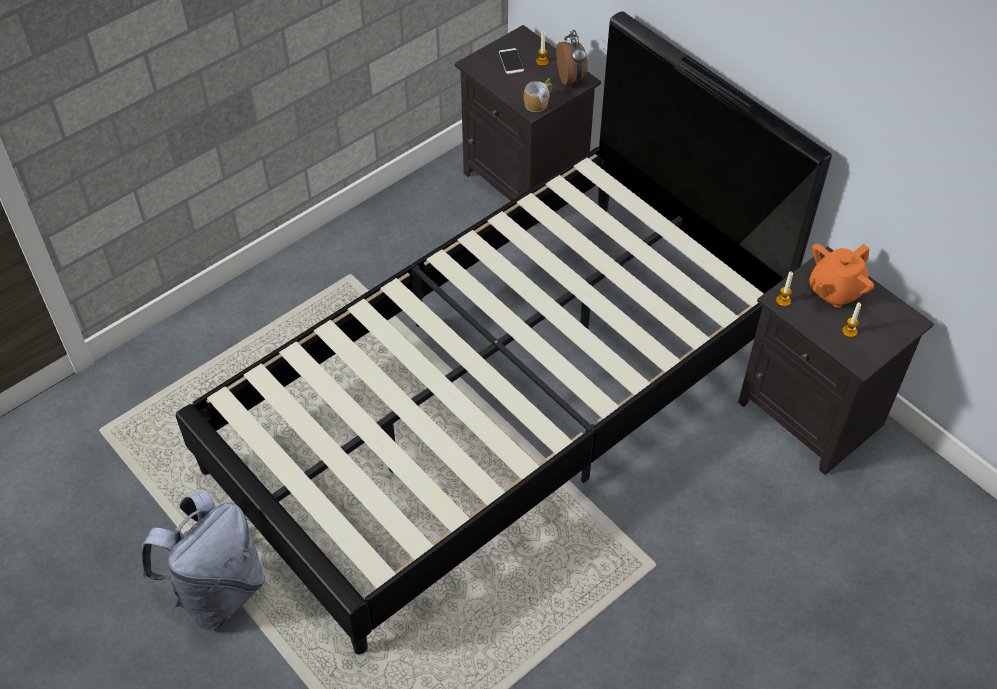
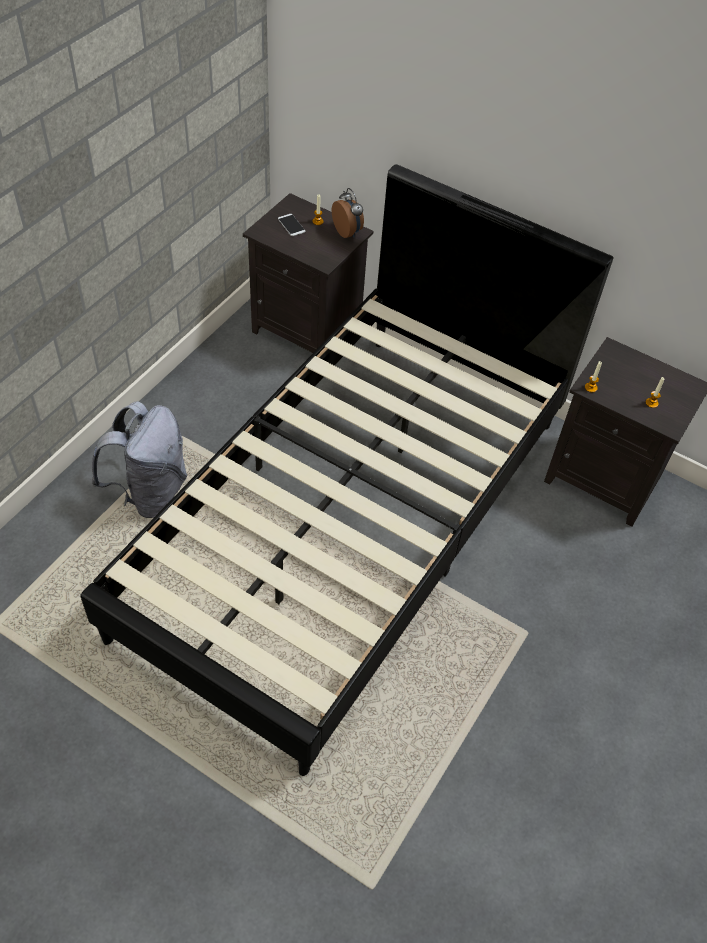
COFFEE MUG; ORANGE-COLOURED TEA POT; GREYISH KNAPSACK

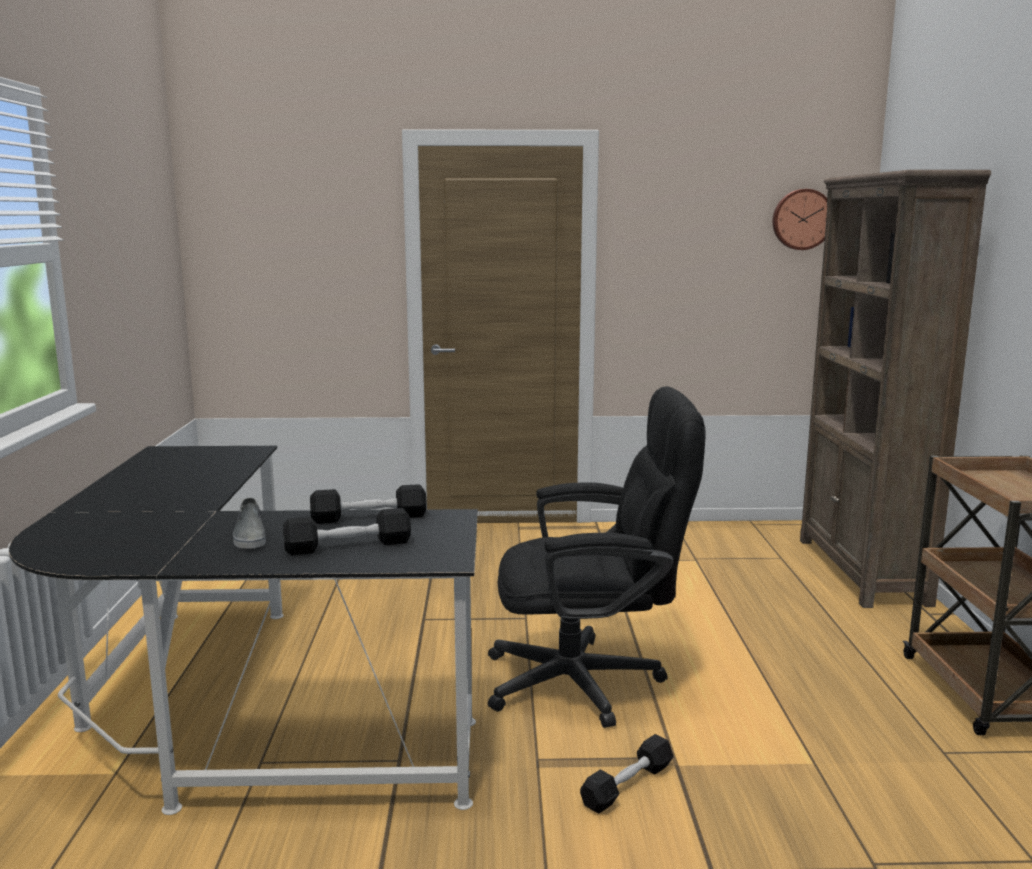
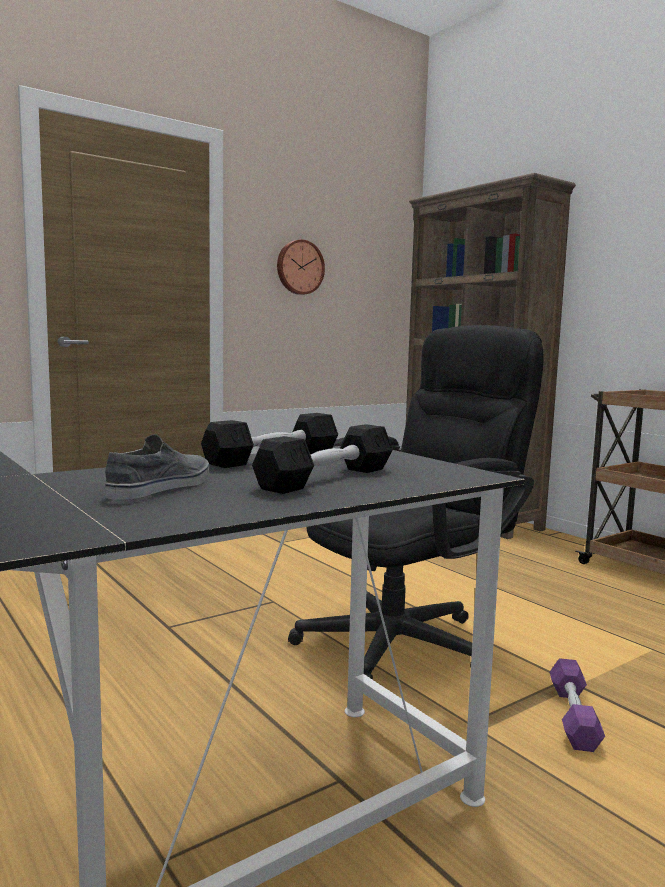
CLOCK ON THE WALL; GREYISH LOW SHOE; PURPLE-COLOURED DUMBBELL

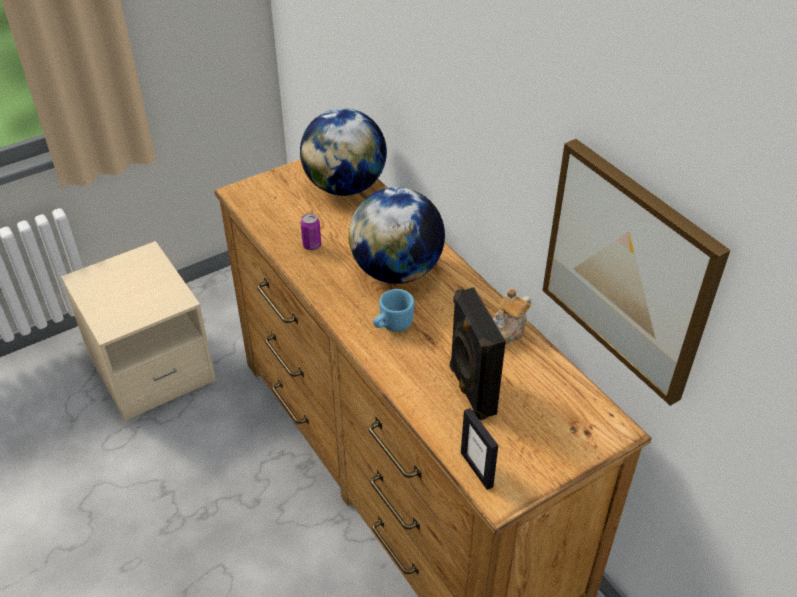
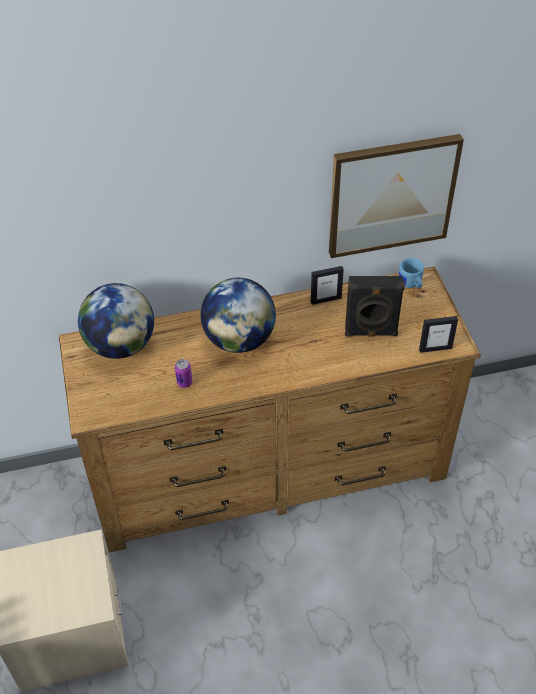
BLUE COFFEE MUG; PHOTO FRAME (1st from left)

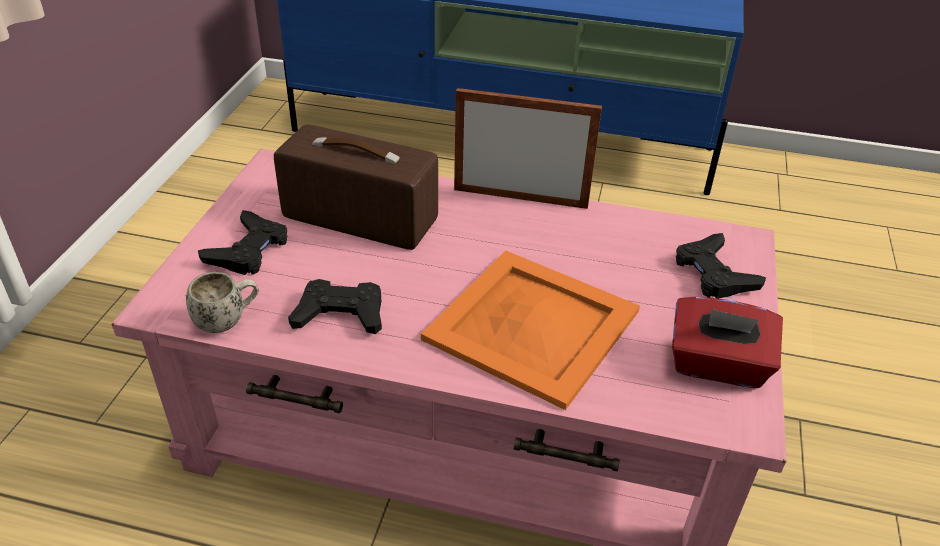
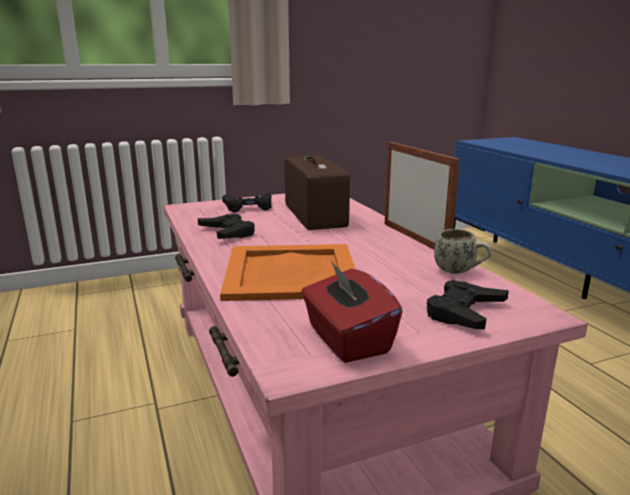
WHITISH COFFEE MUG

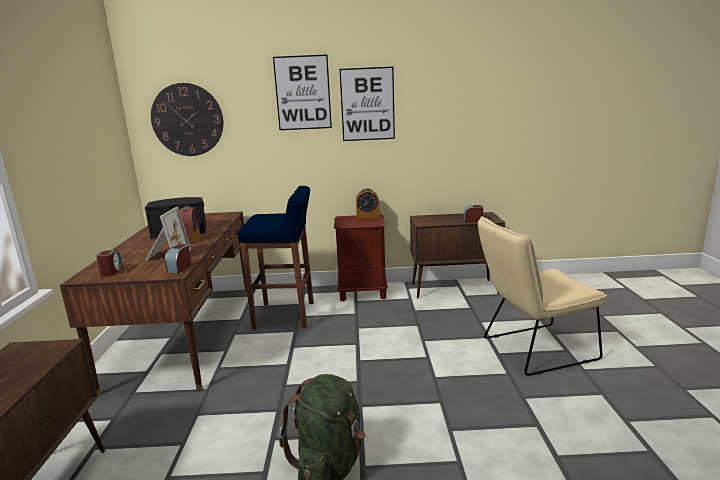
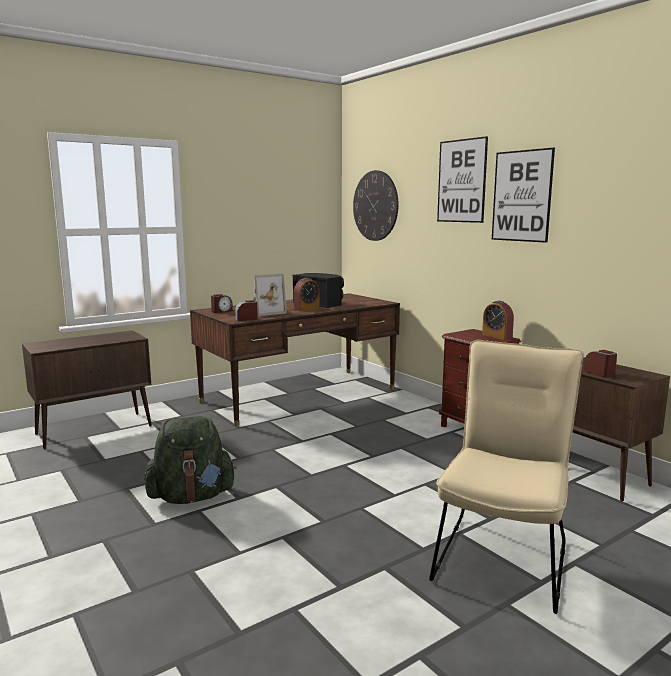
BLUE SITTING STOOL; SAND-COLOURED UPRIGHT CHAIR

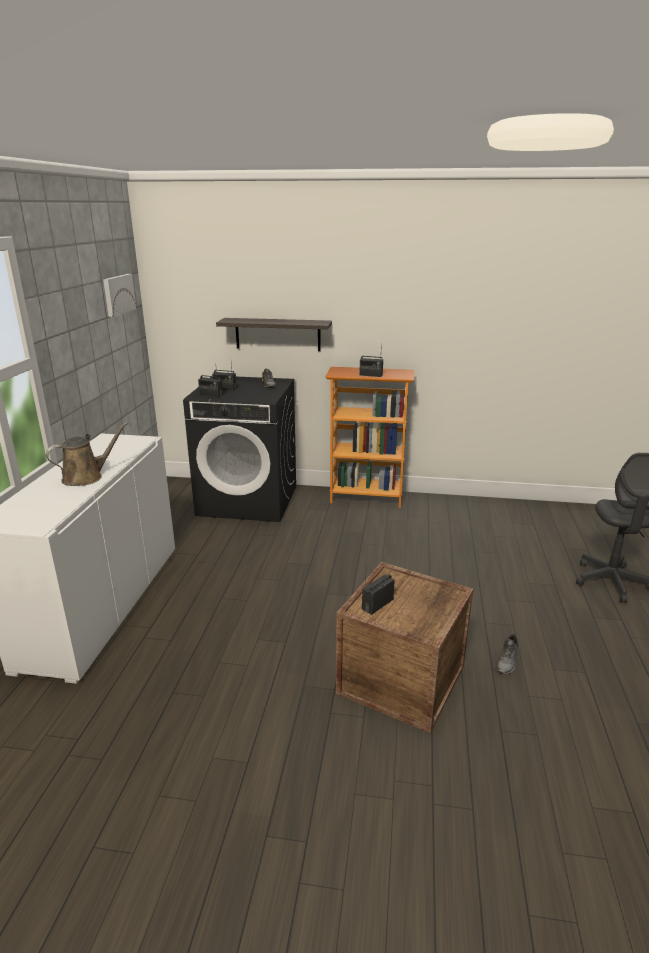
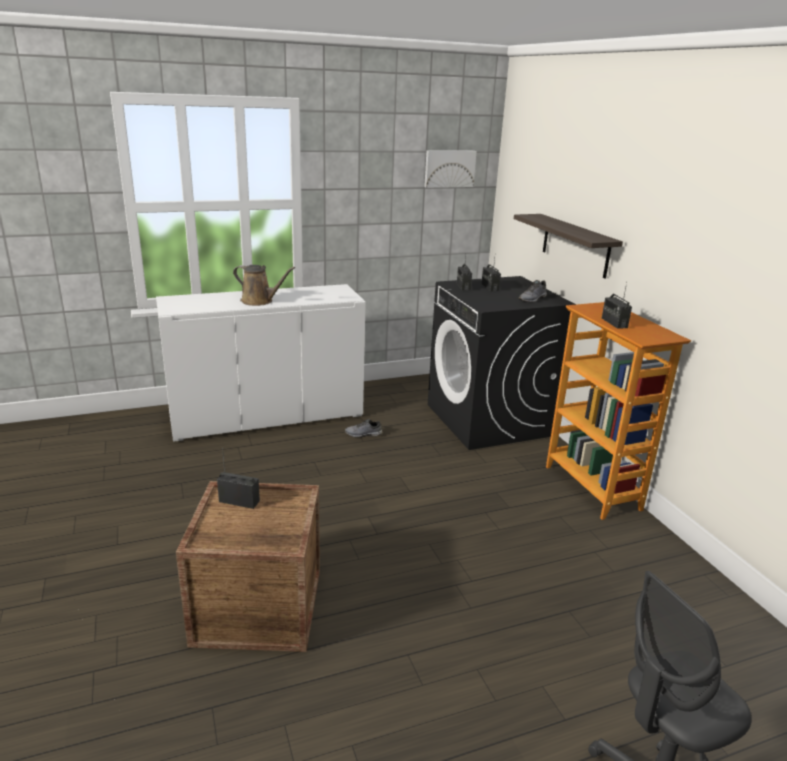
GREYISH LOW SHOE (1st from left)

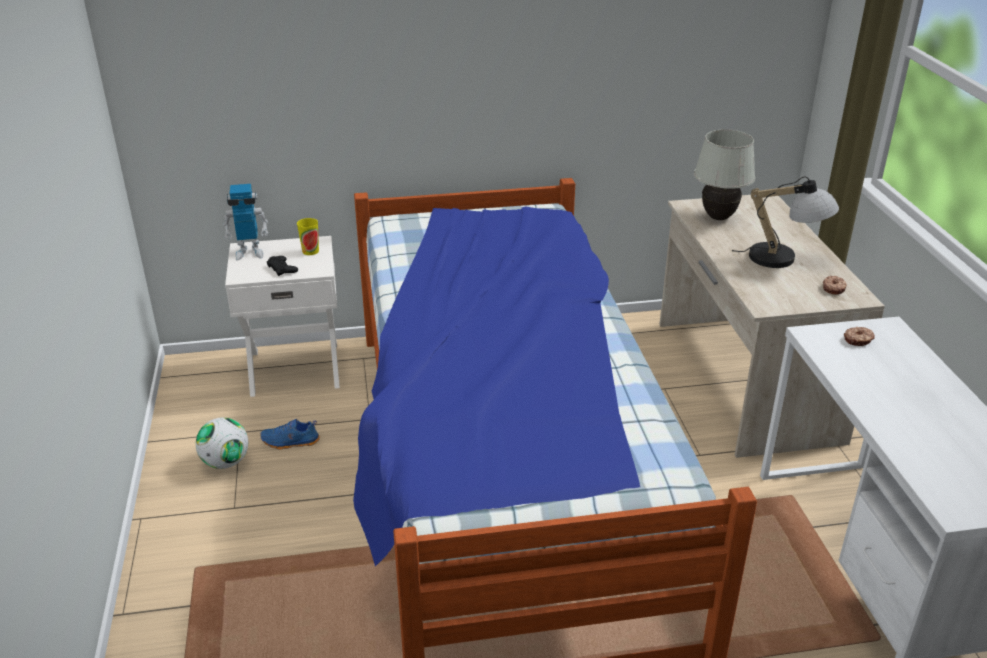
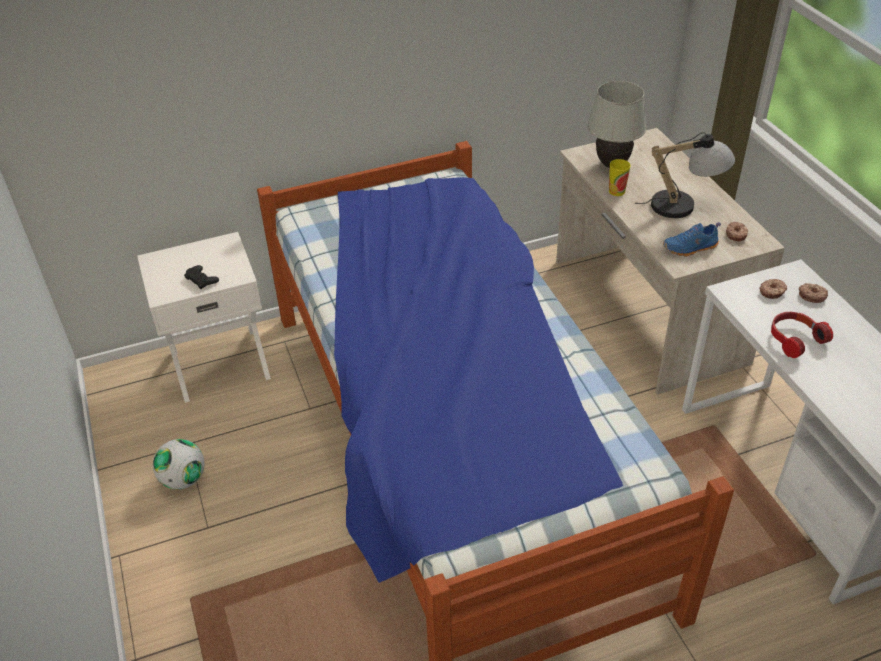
TOY ROBOT; SMALL CUP; BLUE LOW SHOE; RING DOUGHNUT (3rd from left); HEADPHONES

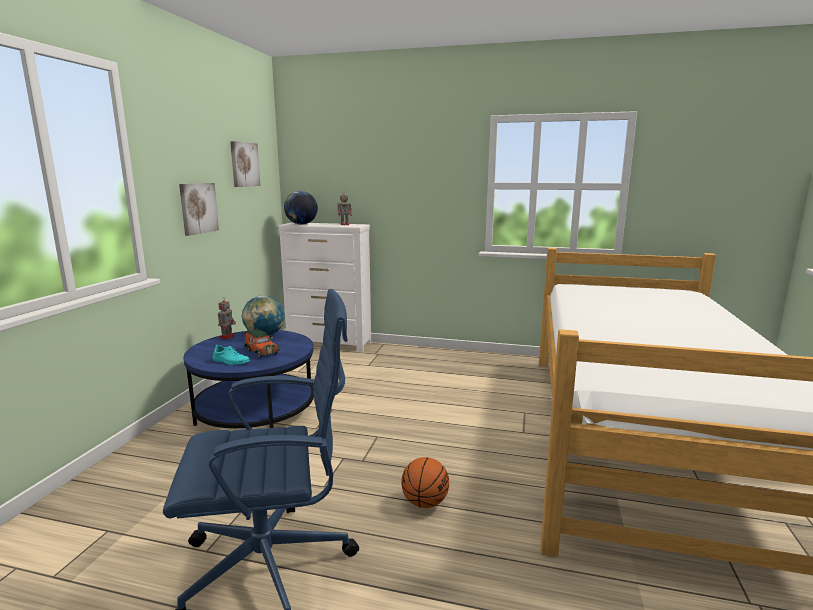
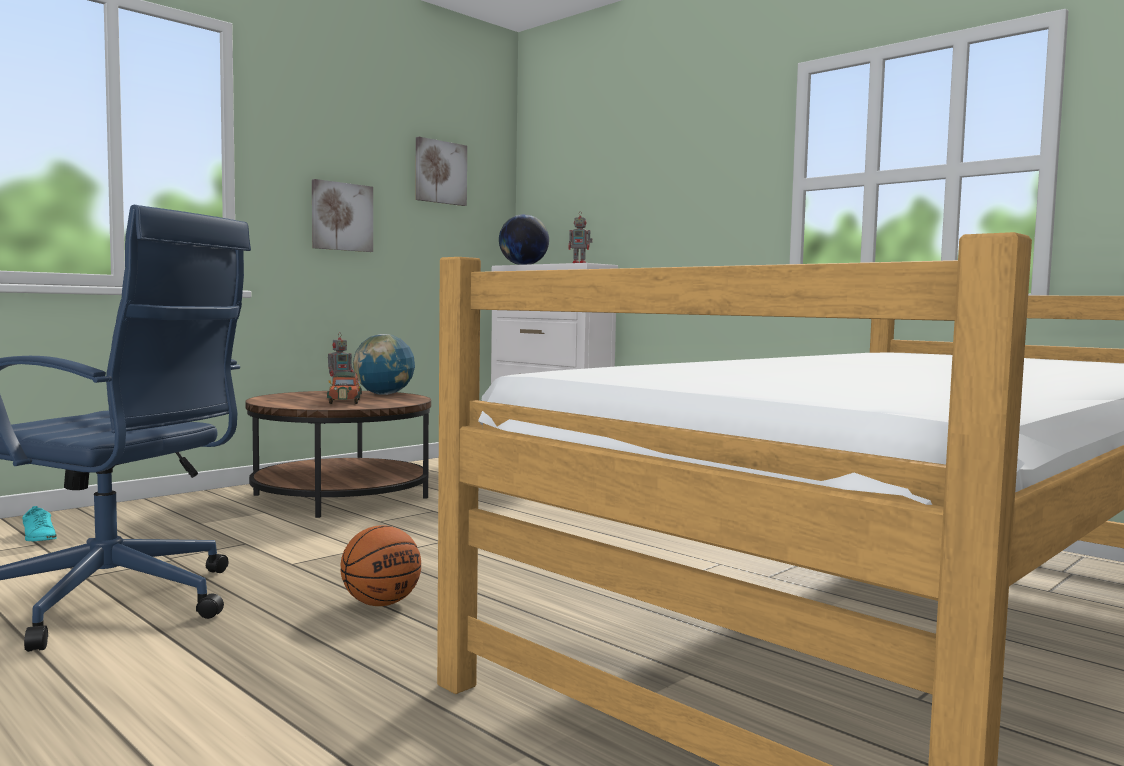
BROWN COFFEE TABLE; TURQUOISE LOW SHOE

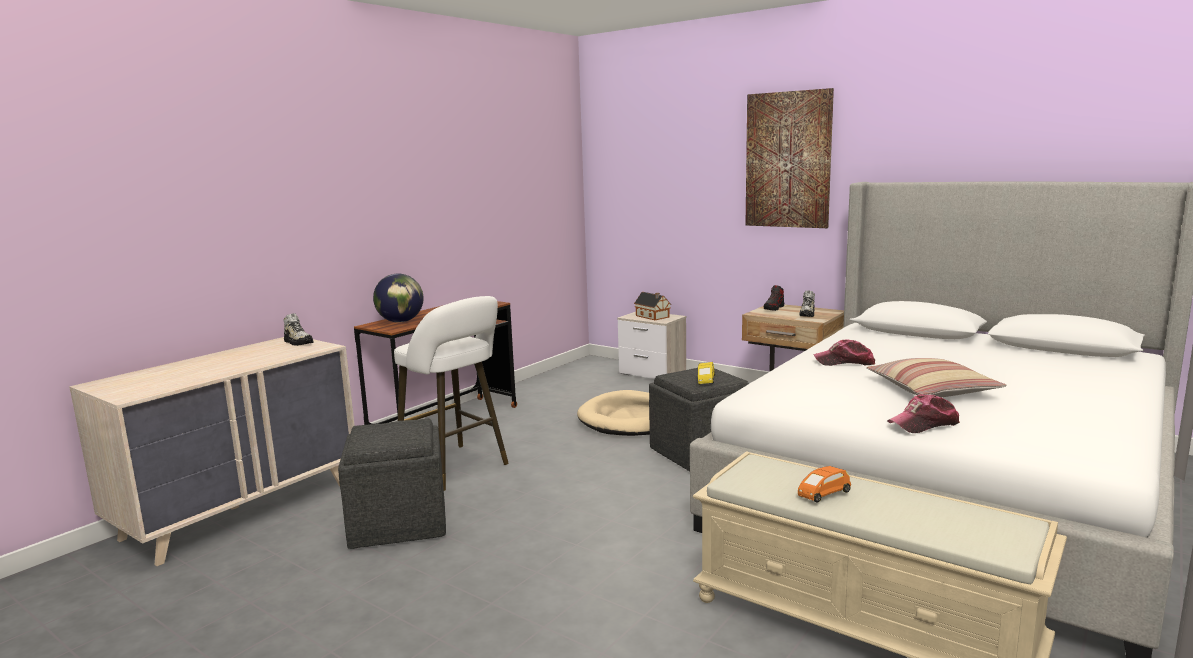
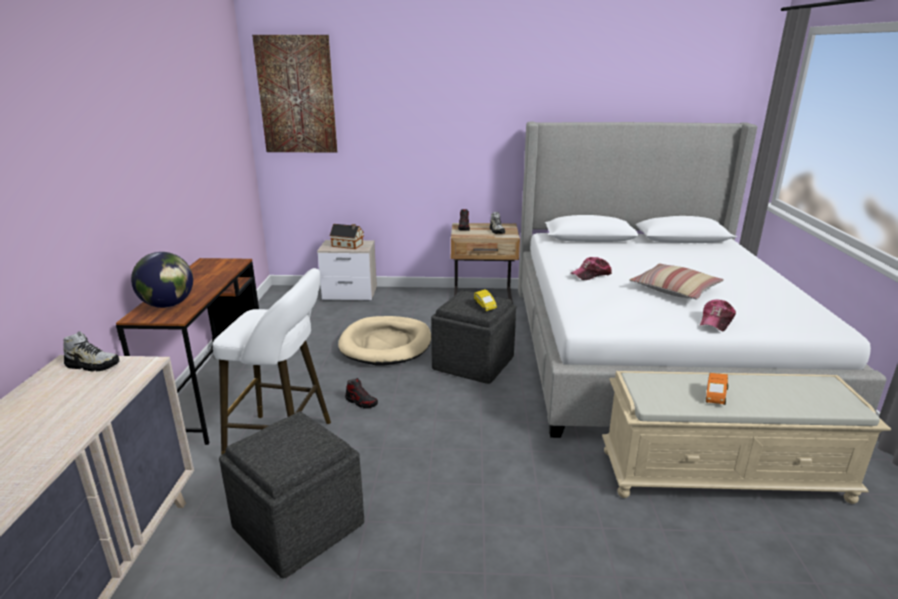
WALL PICTURE; LOW SHOE (2nd from left)

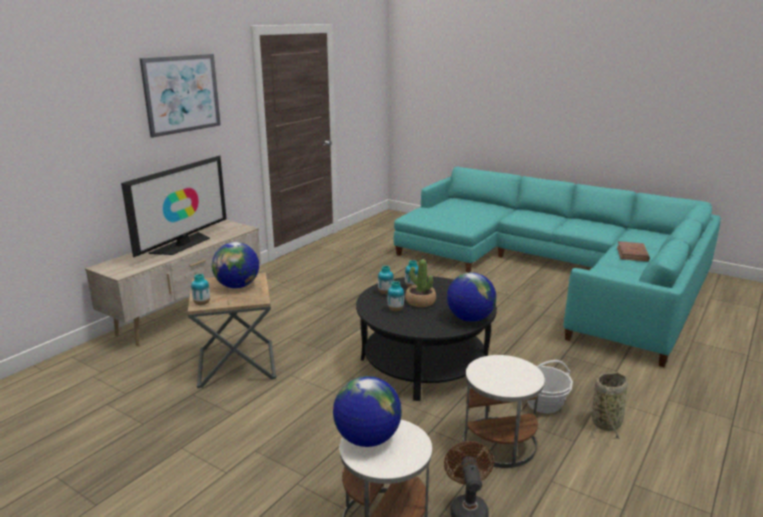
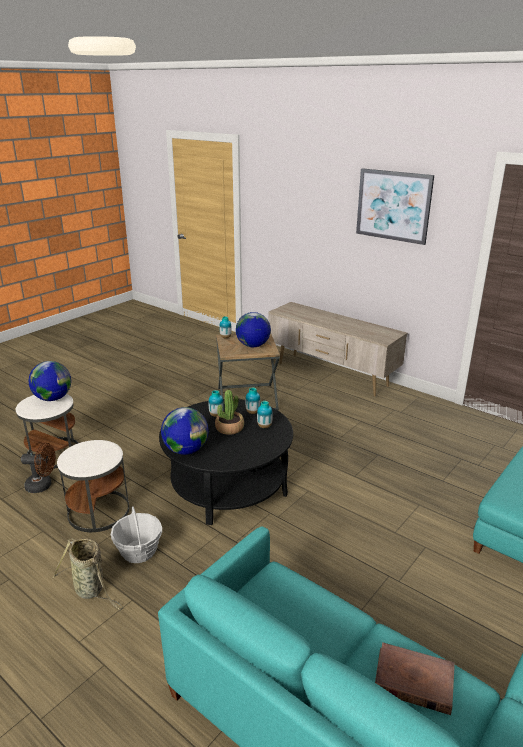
TV

